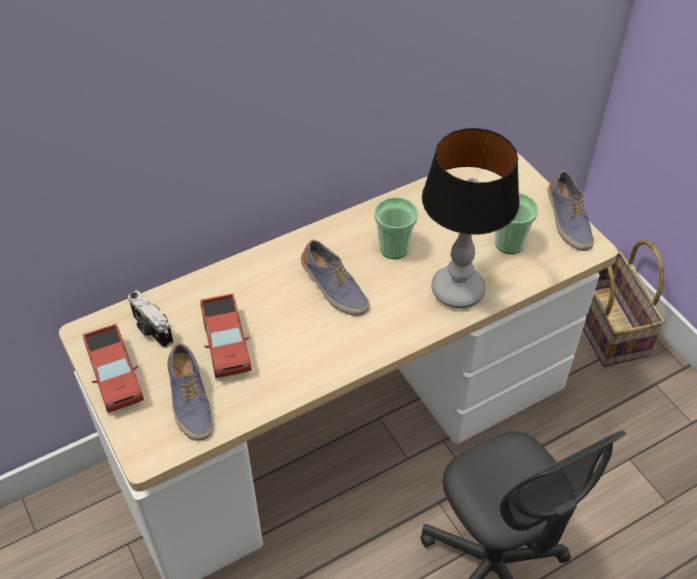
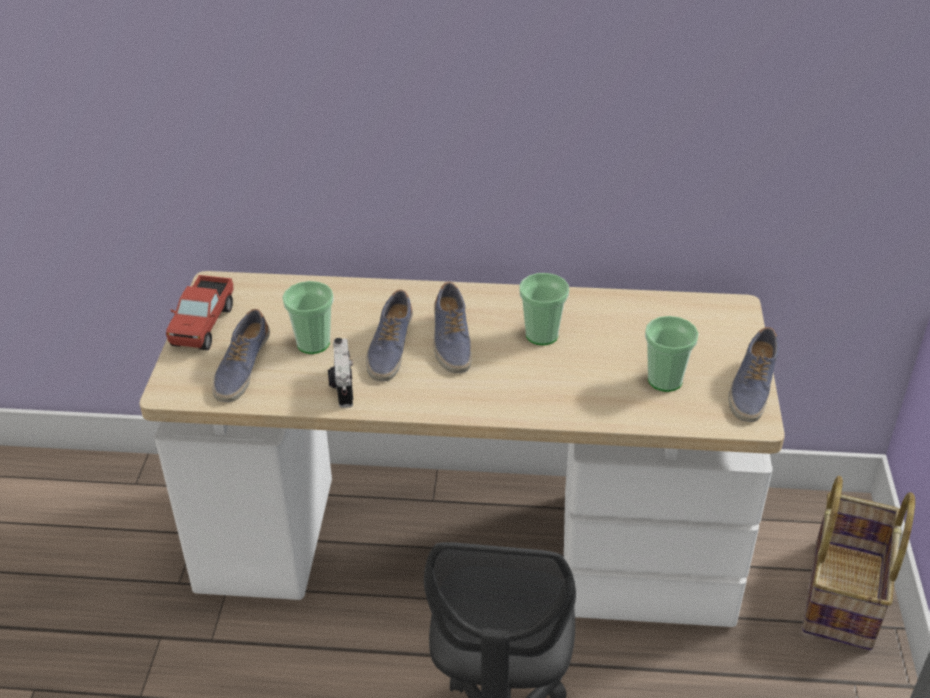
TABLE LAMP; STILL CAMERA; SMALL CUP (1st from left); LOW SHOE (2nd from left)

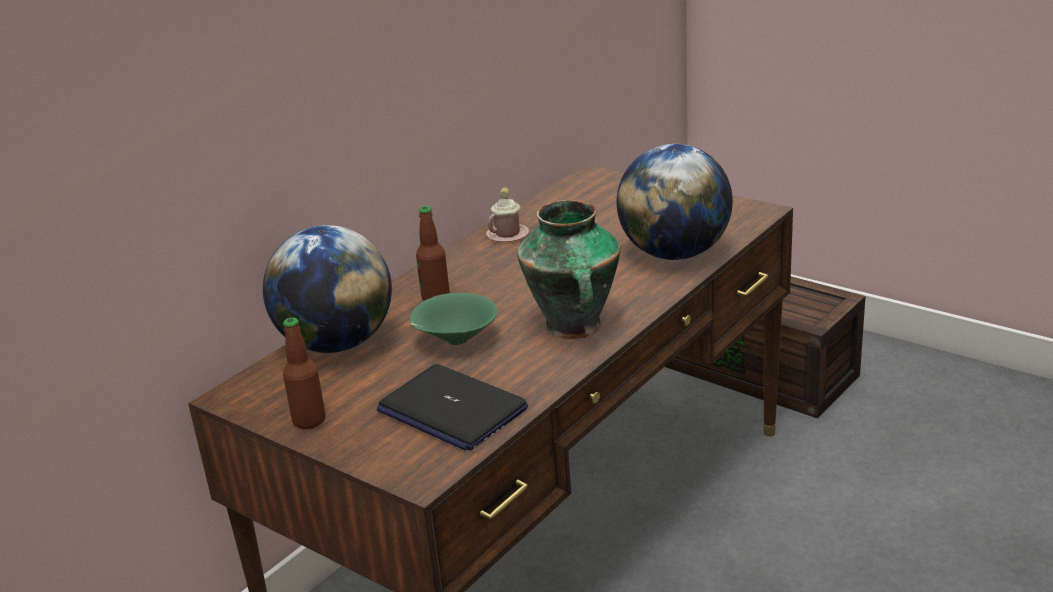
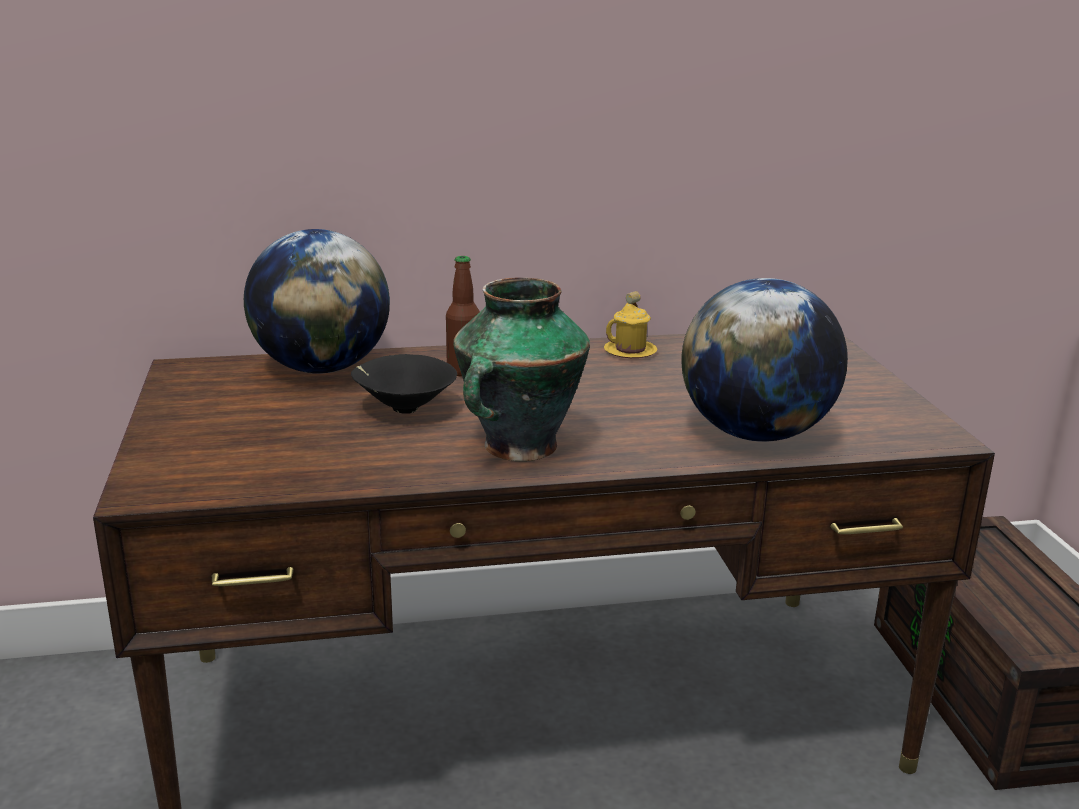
YELLOW-COLOURED COFFEE MUG; BLACKISH DEEP DISH; BOTTLE (1st from left in the first image); LAPTOP

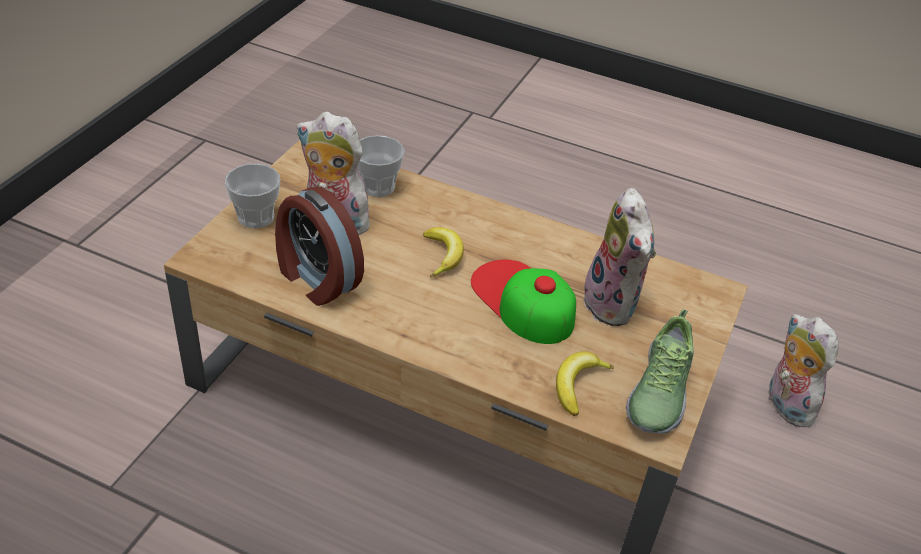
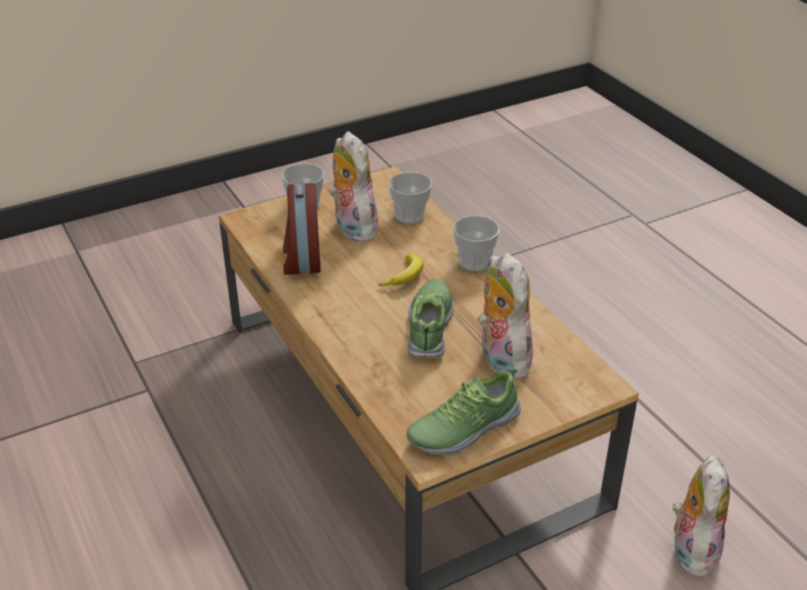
CUDDLY TOY (2nd from left); LOW SHOE (1st from left); BANANA (2nd from left in the first image); SMALL CUP (3rd from left)

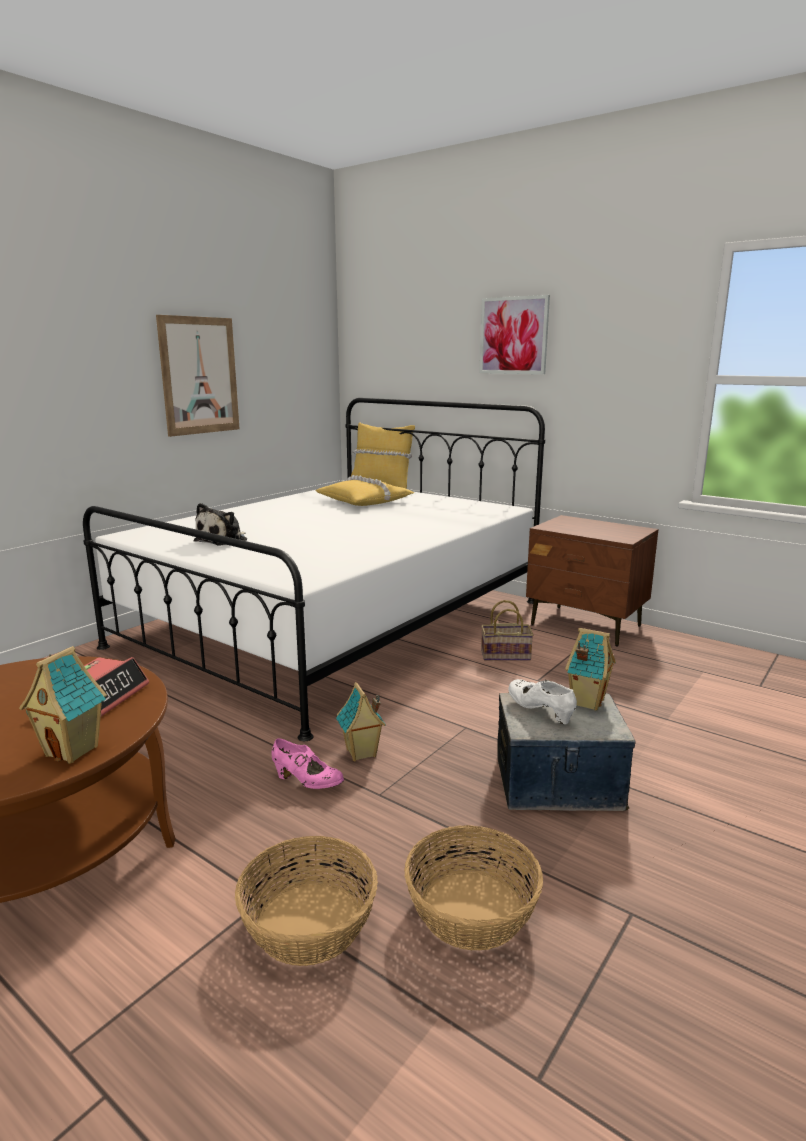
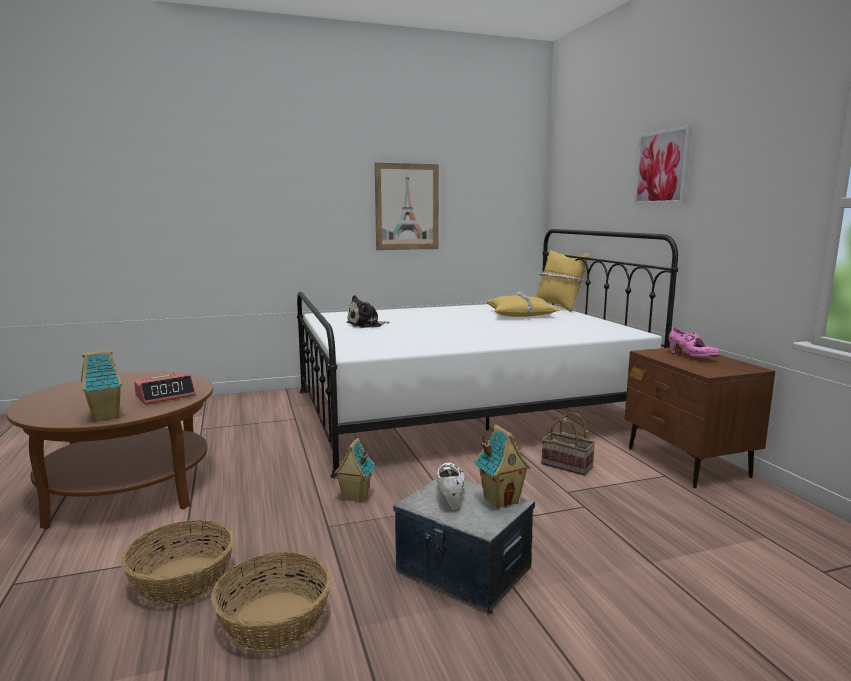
PINK-COLOURED LOW SHOE

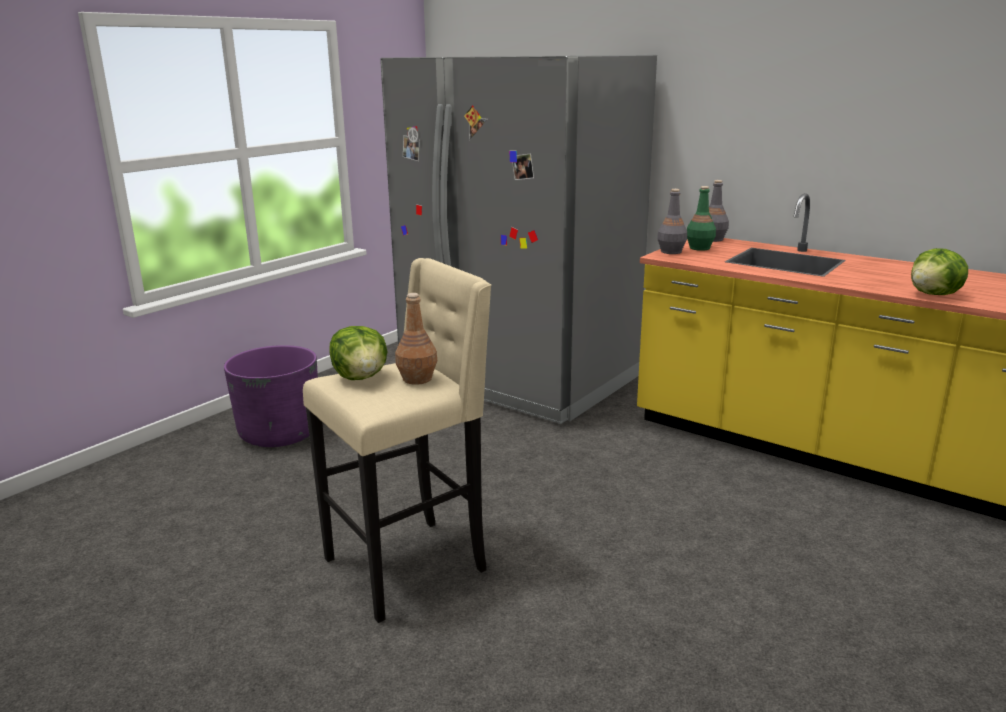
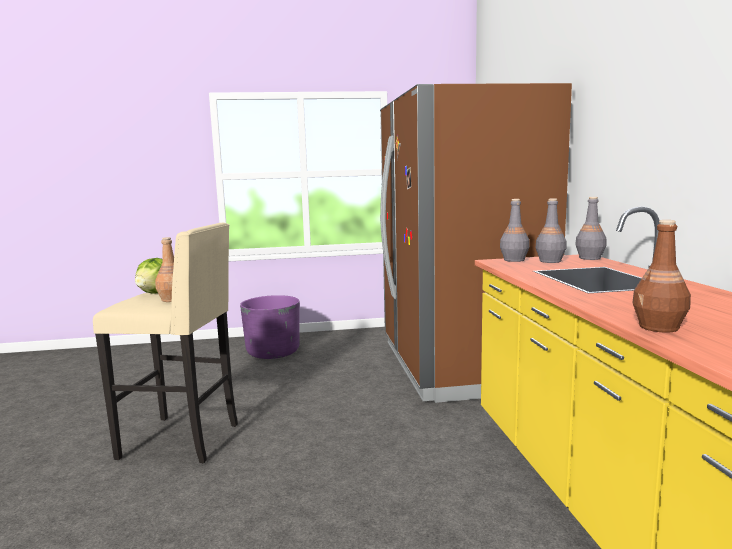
BROWN FRIDGE; GREYISH BOTTLE (2nd from left); BROWN BOTTLE (2nd from left)

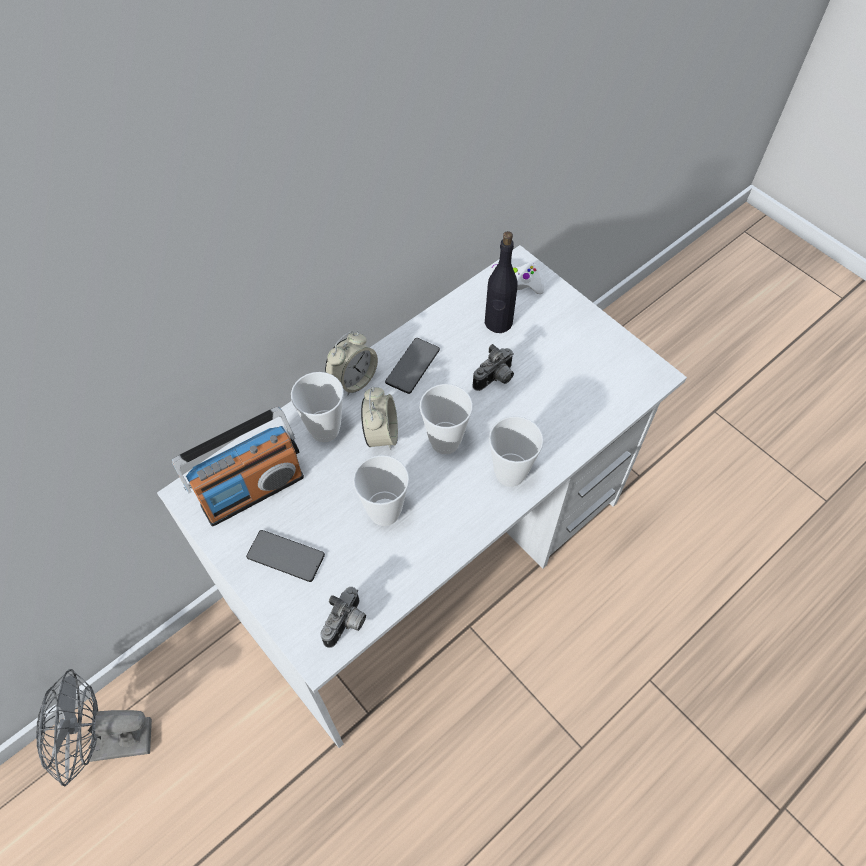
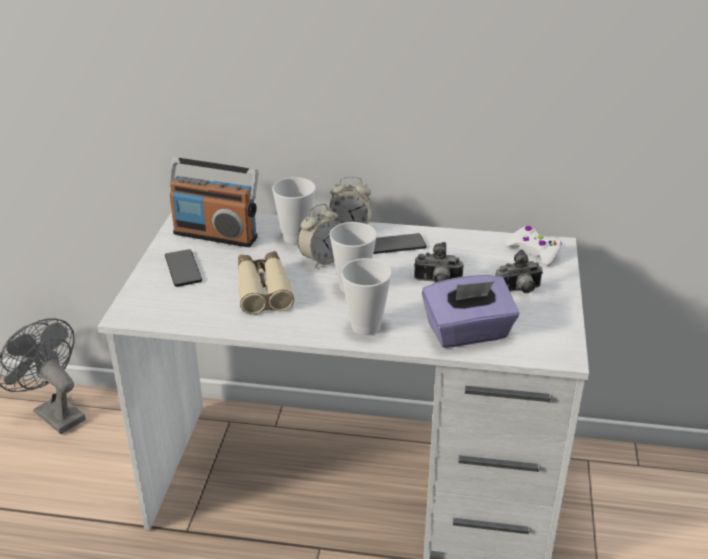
BLACKISH BOTTLE; SAND-COLOURED PAIR OF BINOCULARS; STILL CAMERA (2nd from left); PURPLE-COLOURED TISSUE BOX

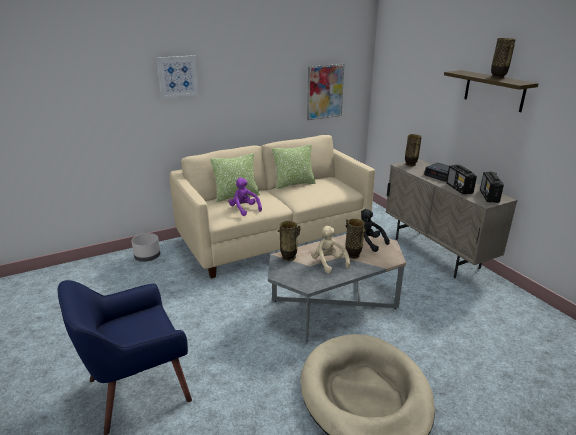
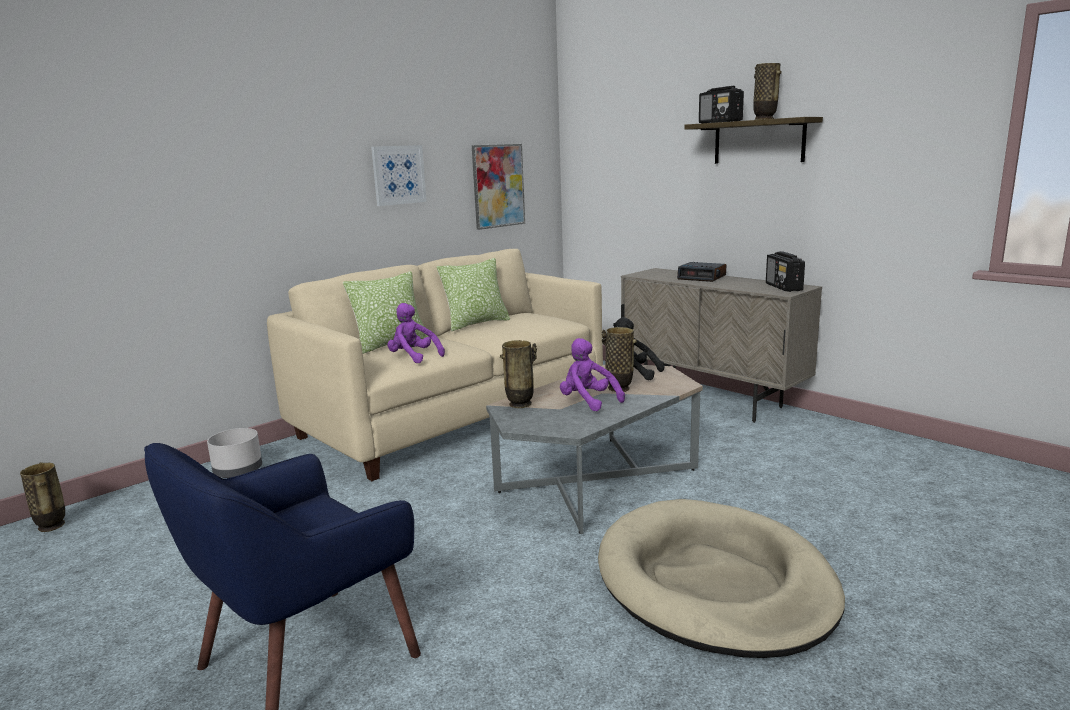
WALL PICTURE (1st from left); DECORATIVE VASE (1st from left); RADIO (1st from left); PURPLE-COLOURED CUDDLY TOY (2nd from left)

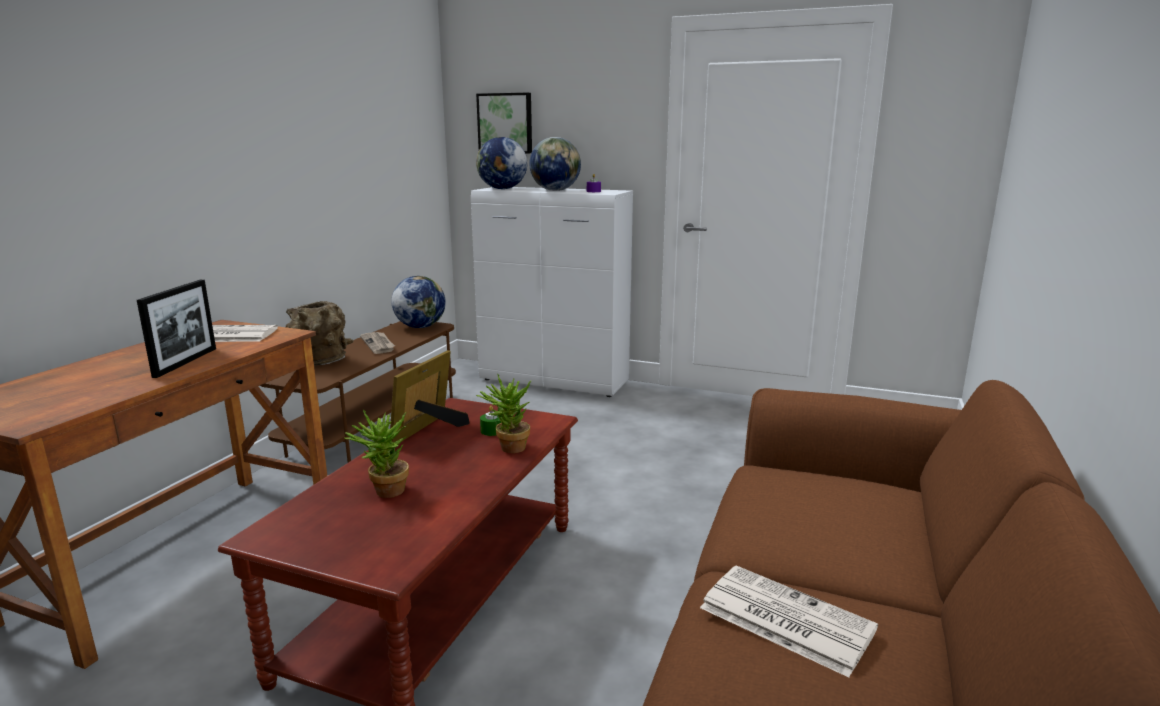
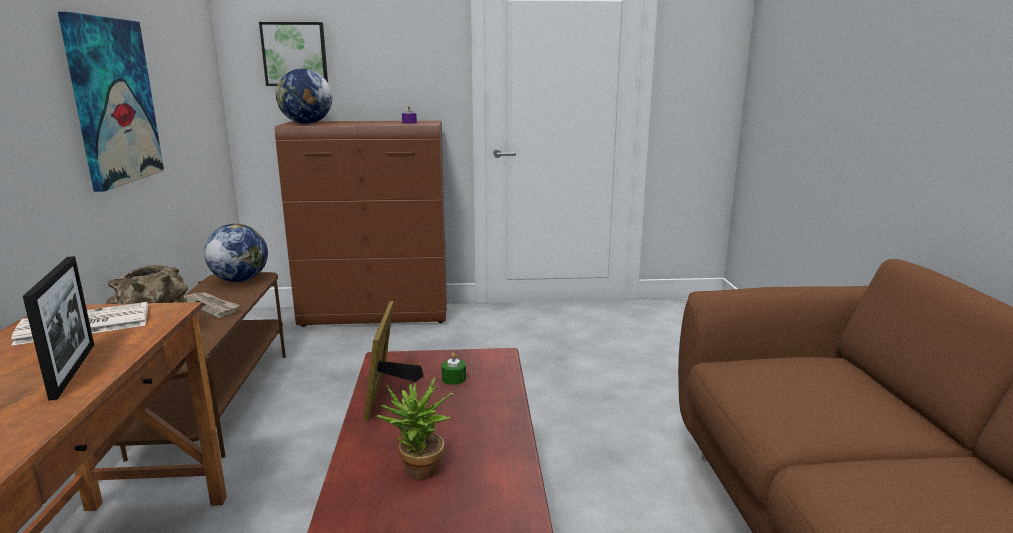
WORLD GLOBE (3rd from left in the first image); BROWN STORAGE CABINET; PLANT IN A POT (2nd from left in the first image); DAILY PAPER (3rd from left in the first image); WALL PICTURE (1st from left)

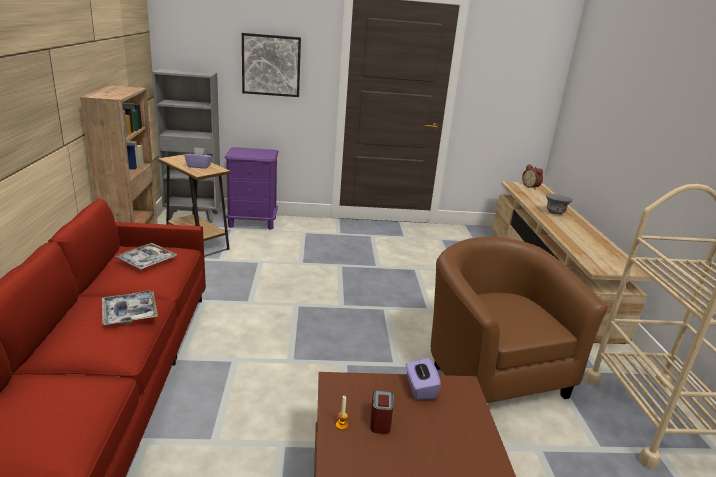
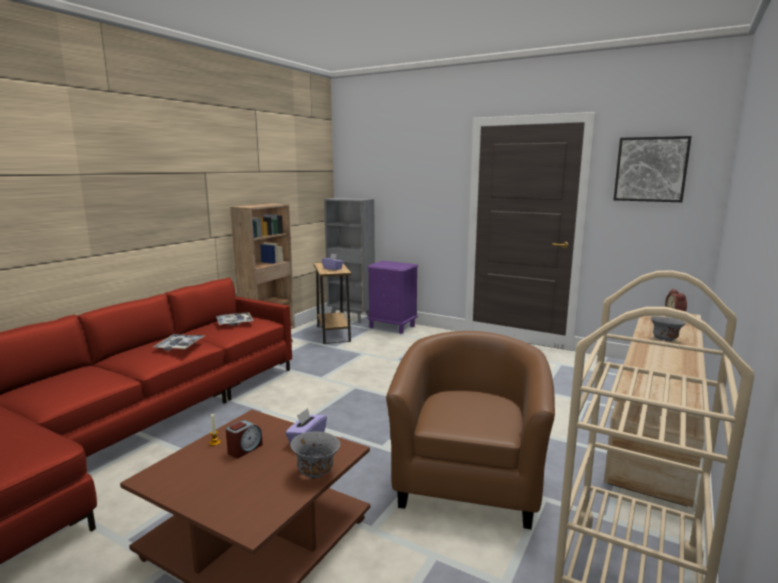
WALL PICTURE; GREYISH DEEP DISH (1st from left)

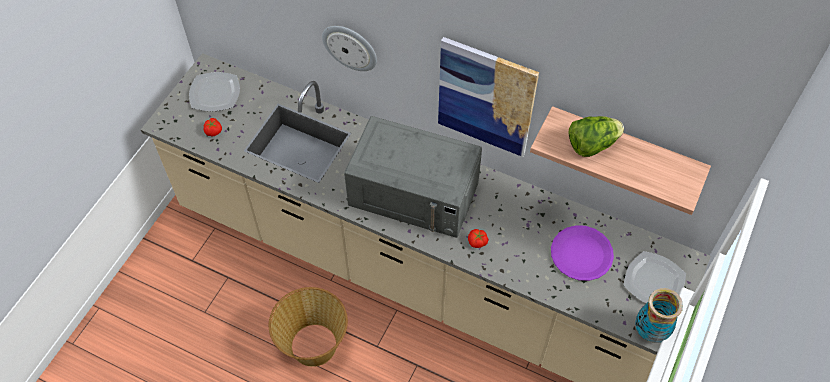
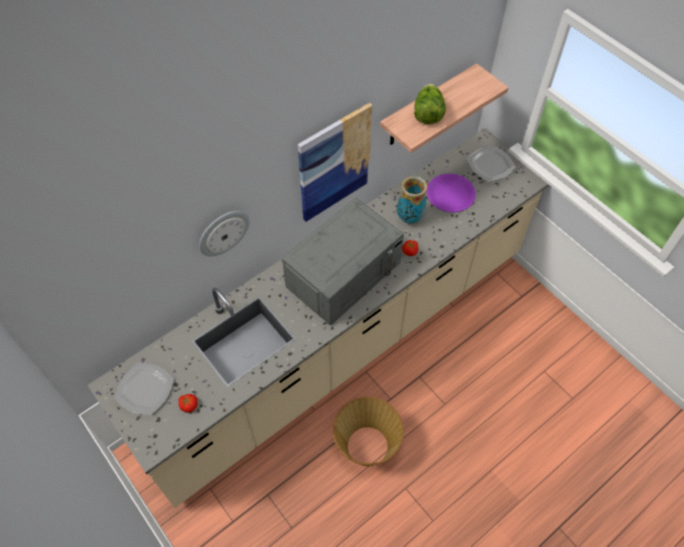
DECORATIVE VASE

